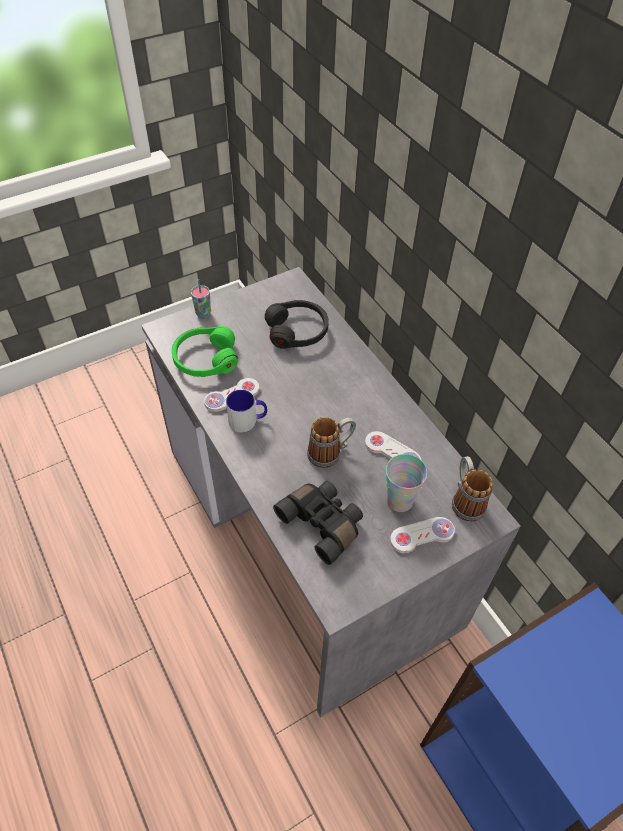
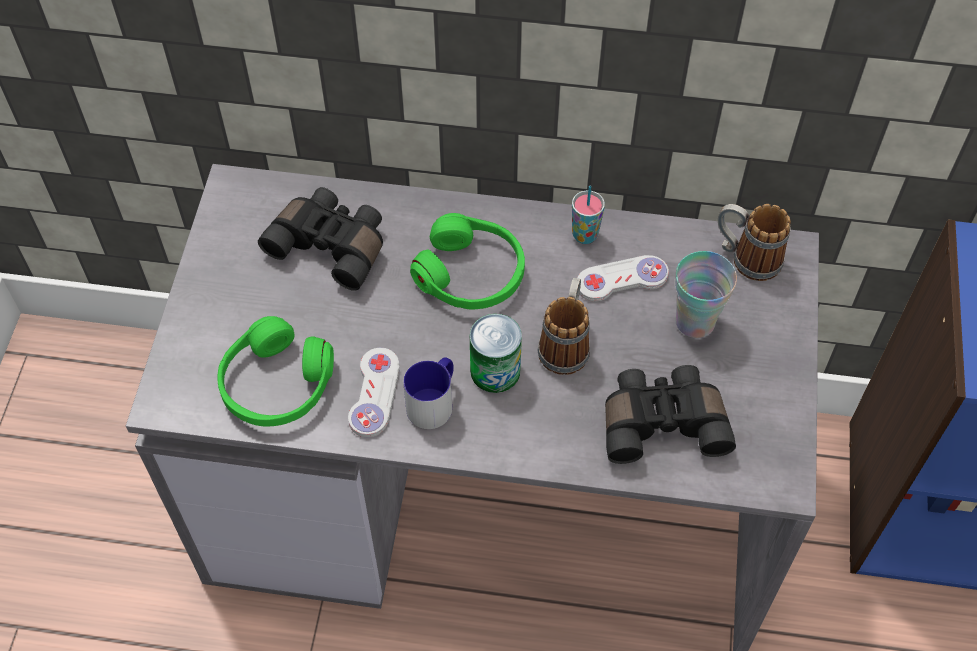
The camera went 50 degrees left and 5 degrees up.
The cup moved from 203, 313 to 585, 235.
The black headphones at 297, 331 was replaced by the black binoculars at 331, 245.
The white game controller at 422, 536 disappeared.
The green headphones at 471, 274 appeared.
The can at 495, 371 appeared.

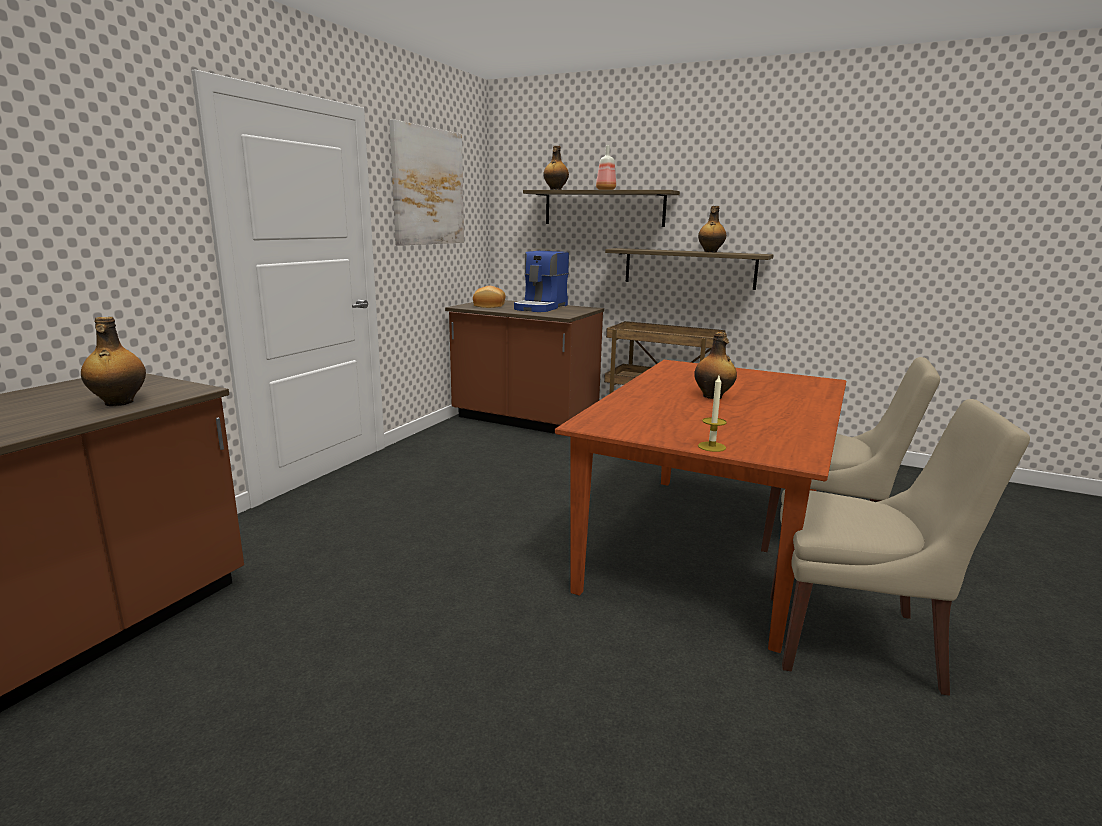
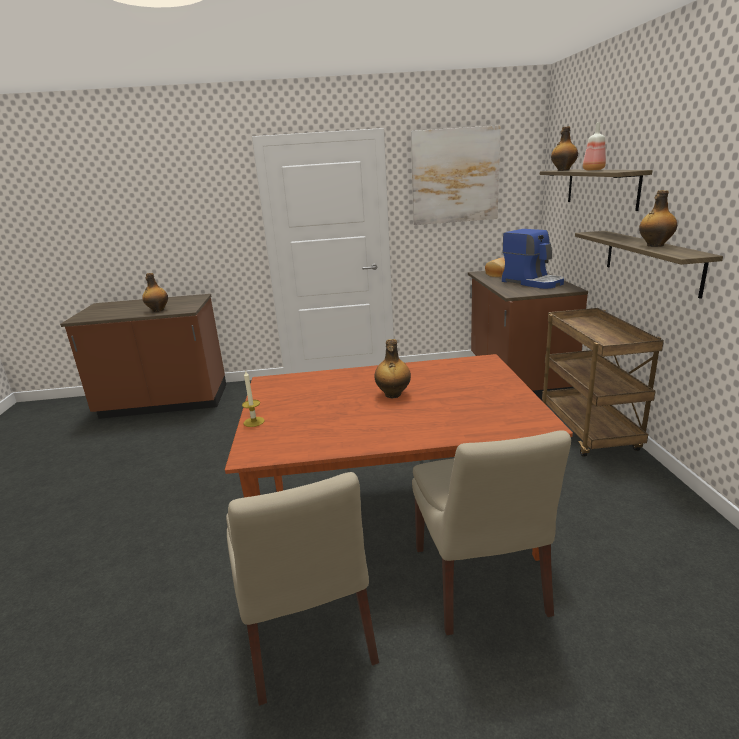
The camera went 60 degrees right and 5 degrees up.
The coffee machine at 541, 307 turned 120 degrees counterclockwise.

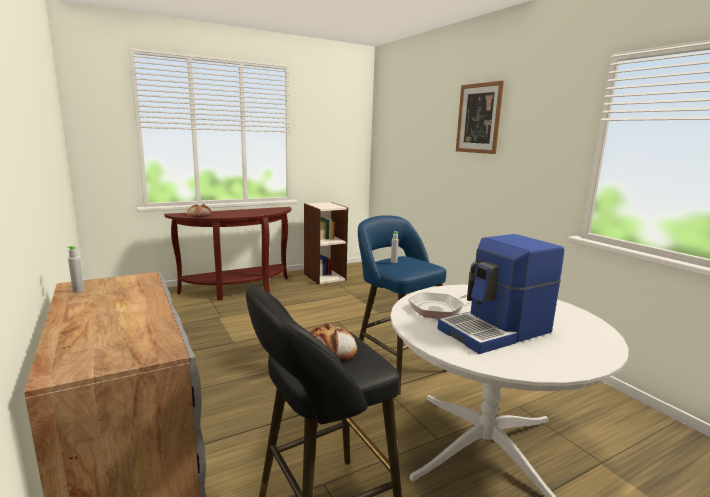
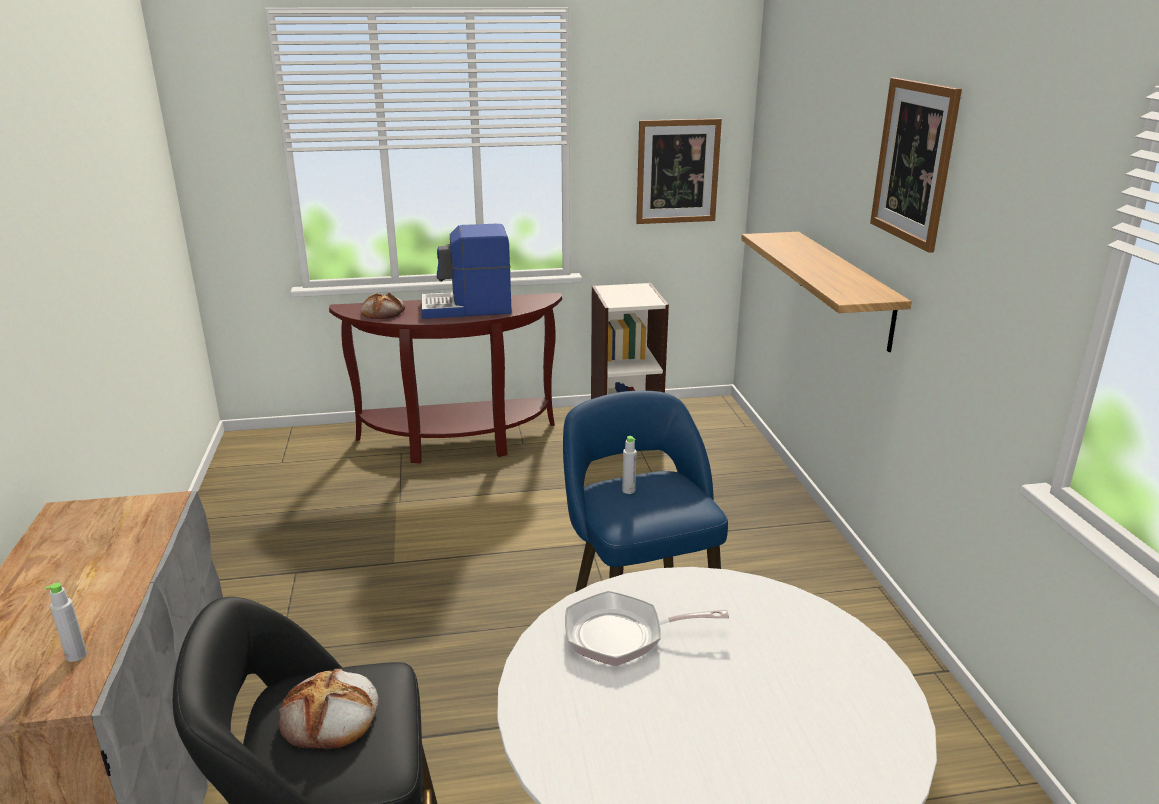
The camera went 20 degrees right and 10 degrees up.
The grey bottle moved from 78, 290 to 76, 655.
The coffee machine moved from 496, 331 to 467, 308.
The picture at 677, 171 appeared.
The shelf at 844, 288 appeared.

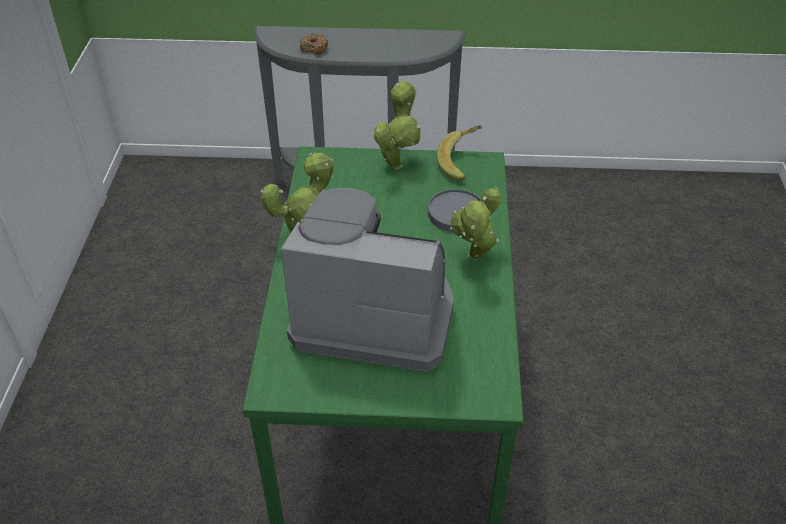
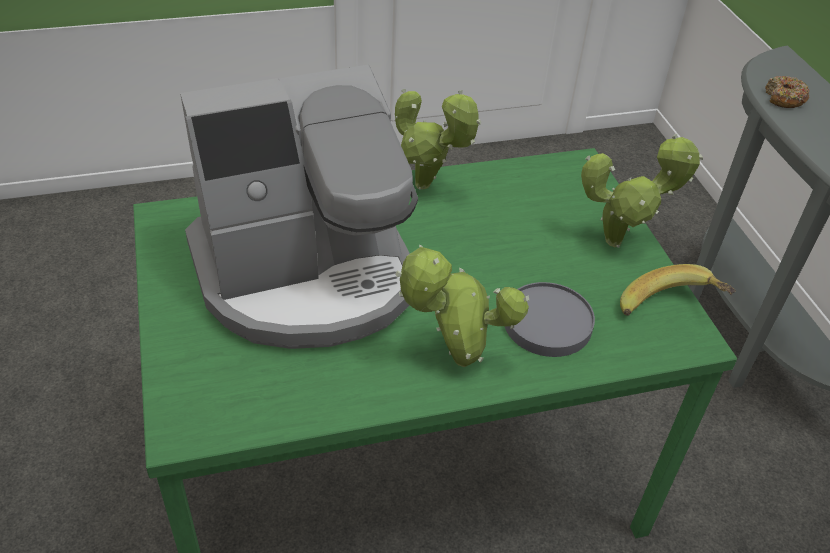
The camera went 70 degrees right and 0 degrees up.
The coffee machine at 373, 314 turned 75 degrees clockwise.

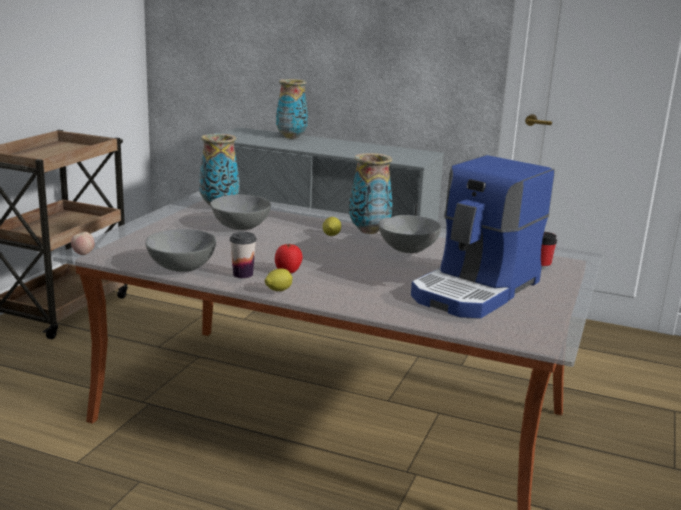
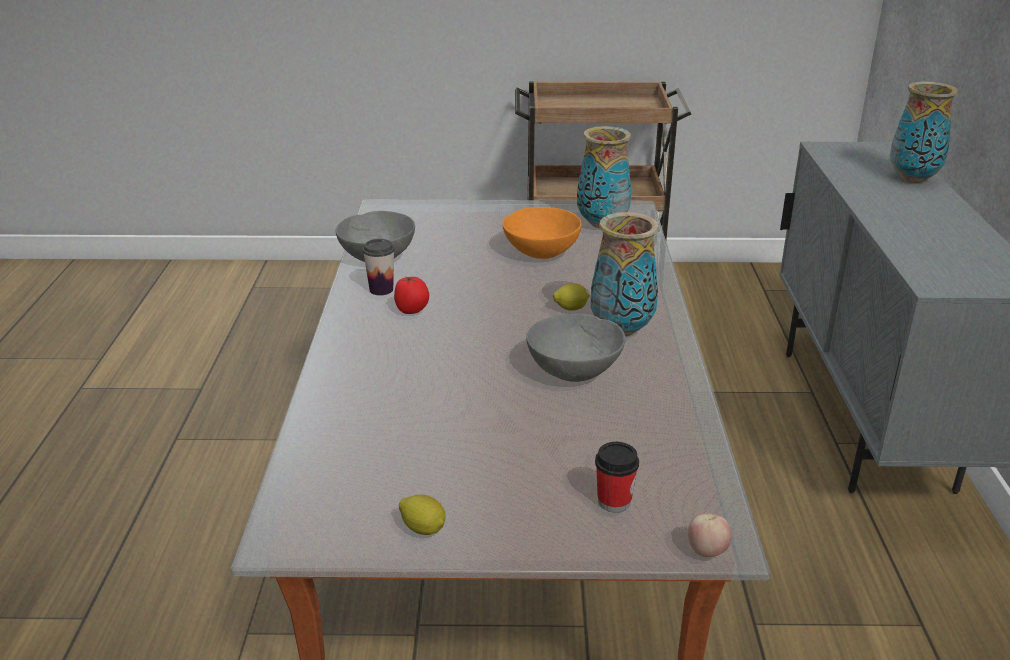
The camera went 70 degrees right and 10 degrees up.
The apple moved from 83, 254 to 707, 551.
The grey bowl at 241, 226 became the orange bowl at 541, 252.
The lemon moved from 278, 290 to 423, 528.
The coffee machine at 477, 290 disappeared.

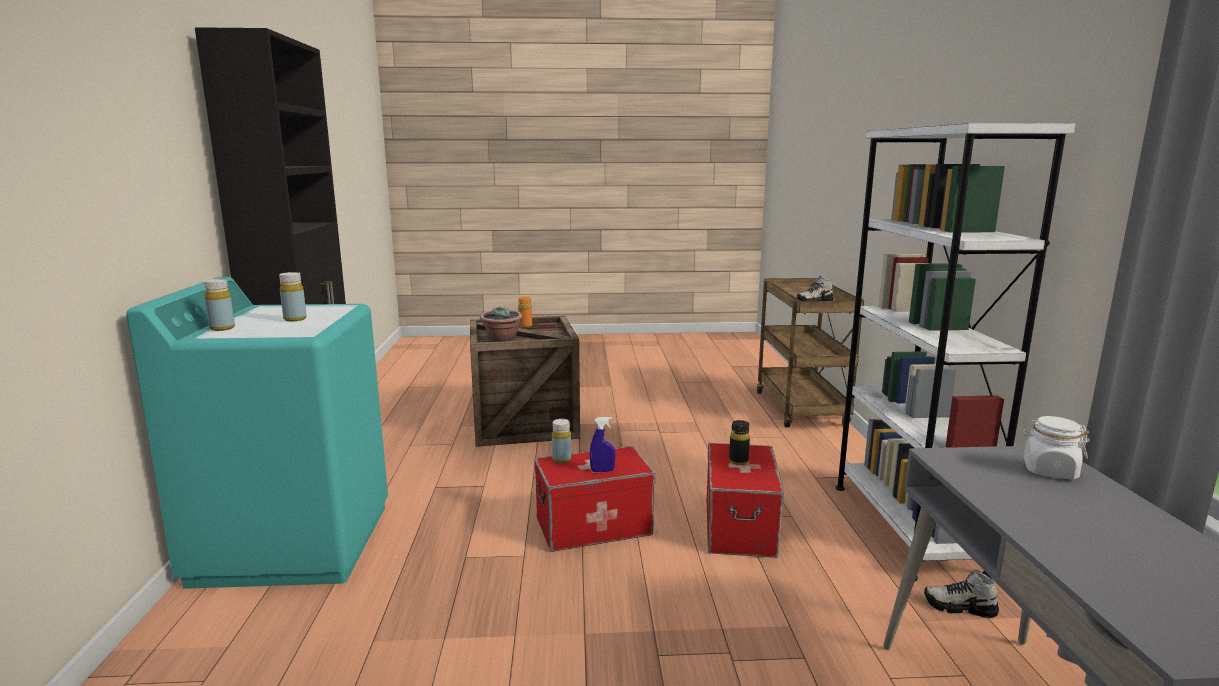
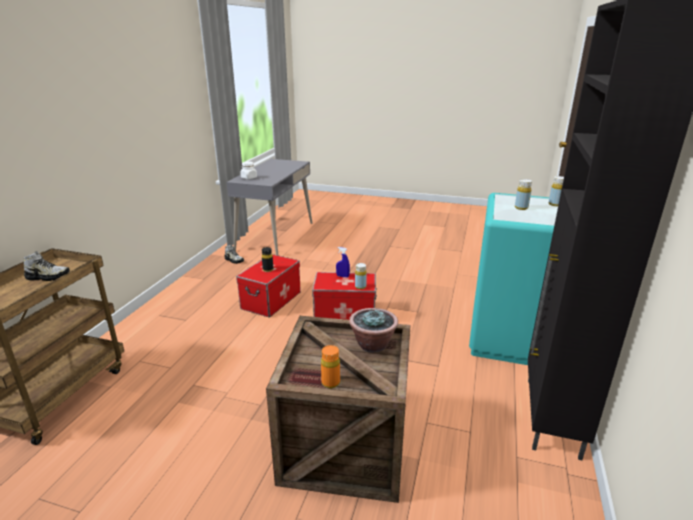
The camera went 160 degrees left and 10 degrees up.
The white bookcase at 905, 527 disappeared.

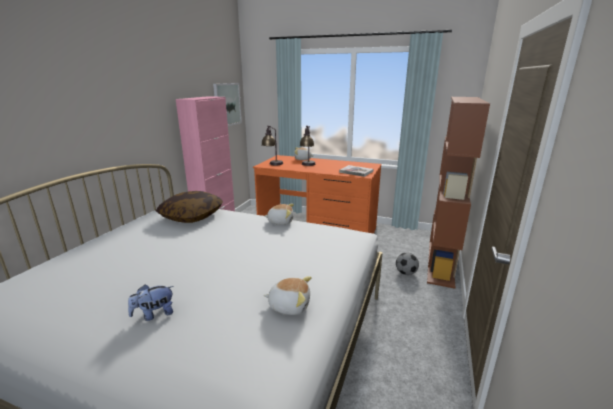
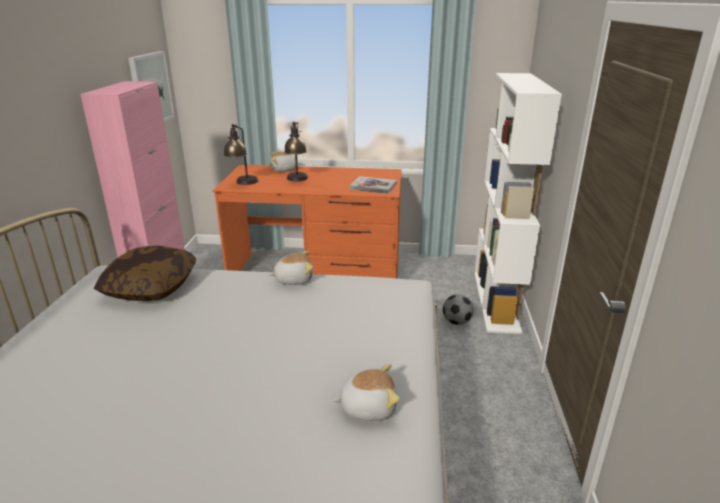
The camera went 15 degrees left and 5 degrees up.
The plush toy at 154, 314 disappeared.
The brown bookcase at 441, 263 became the white bookcase at 496, 301.

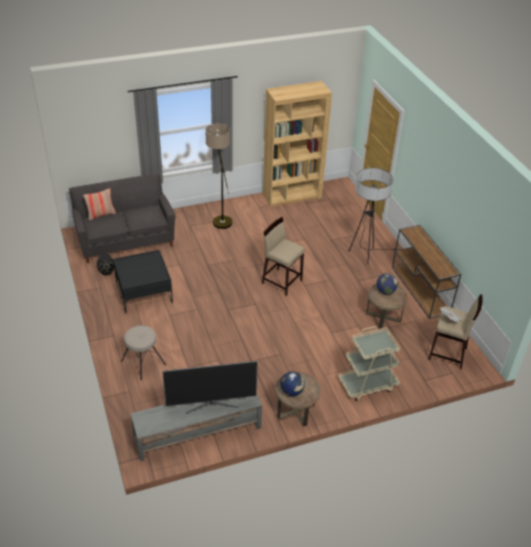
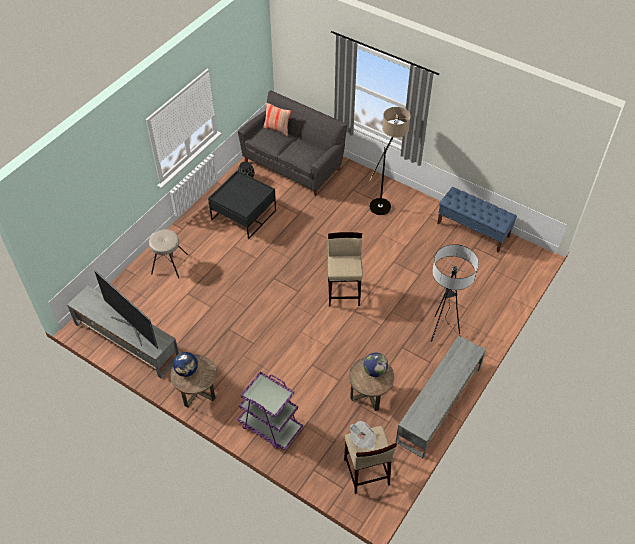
The camera went 55 degrees right and 10 degrees up.
The brown bookcase at 292, 195 was replaced by the blue bench at 473, 230.
The beige cart at 367, 384 became the purple cart at 270, 426.
The brown console table at 420, 290 was replaced by the grey tv stand at 438, 404.

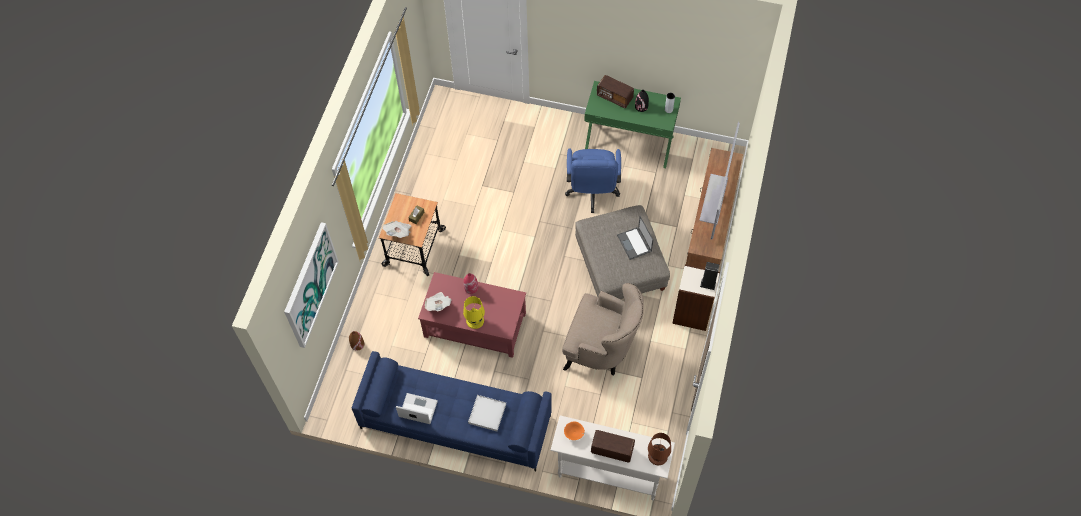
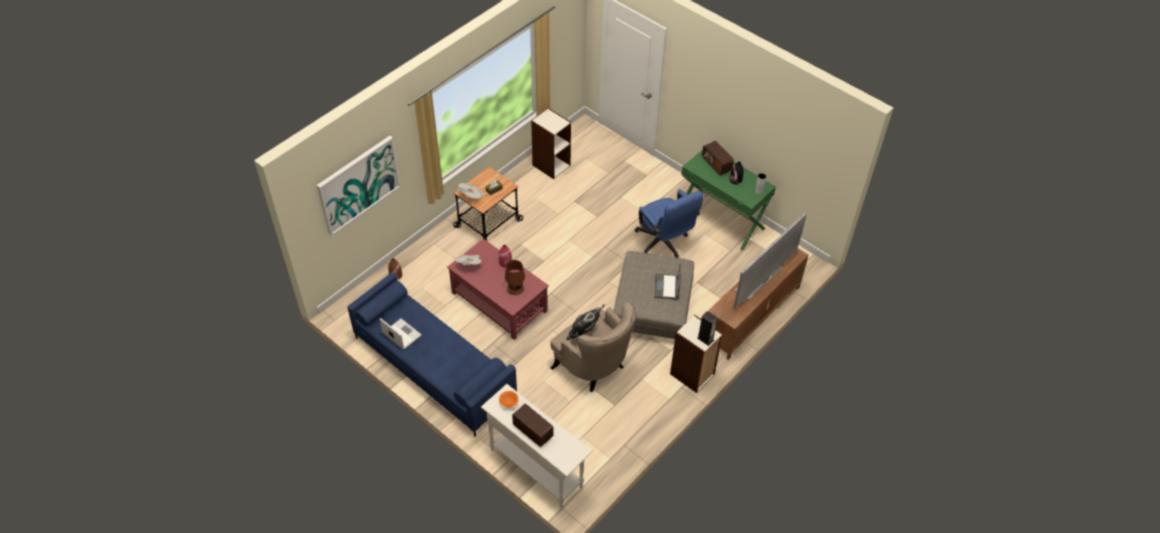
The camera went 25 degrees right and 10 degrees down.
The yellow table lamp at 475, 320 disappeared.
The white tray at 487, 413 disappeared.
The blue office chair at 592, 193 turned 60 degrees counterclockwise.
The brown table lamp moved from 658, 456 to 515, 288.
The bookcase at 551, 165 appeared.
The pillow at 585, 333 appeared.

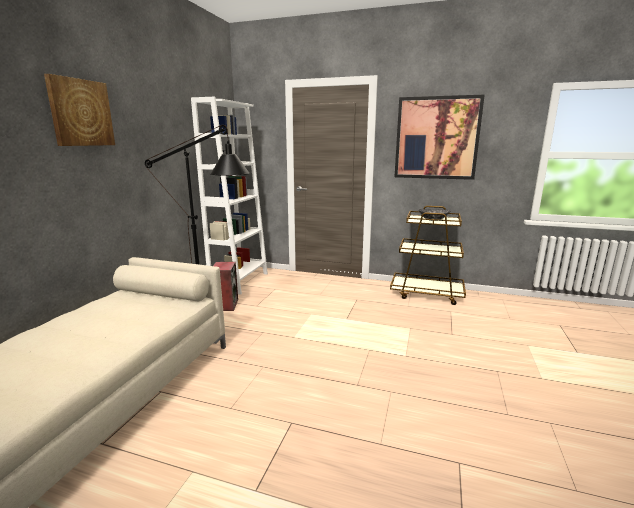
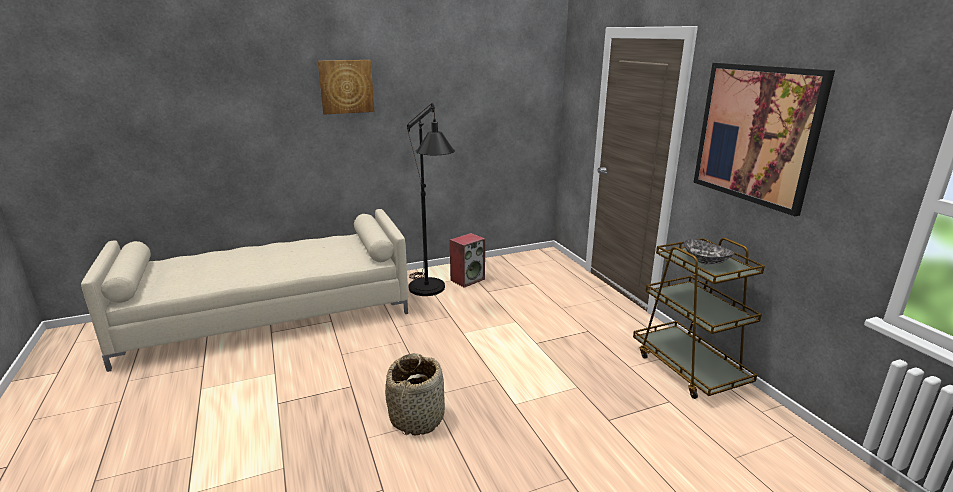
The camera went 50 degrees right and 5 degrees up.
The white bookcase at 239, 281 disappeared.
The basket at 417, 417 appeared.

